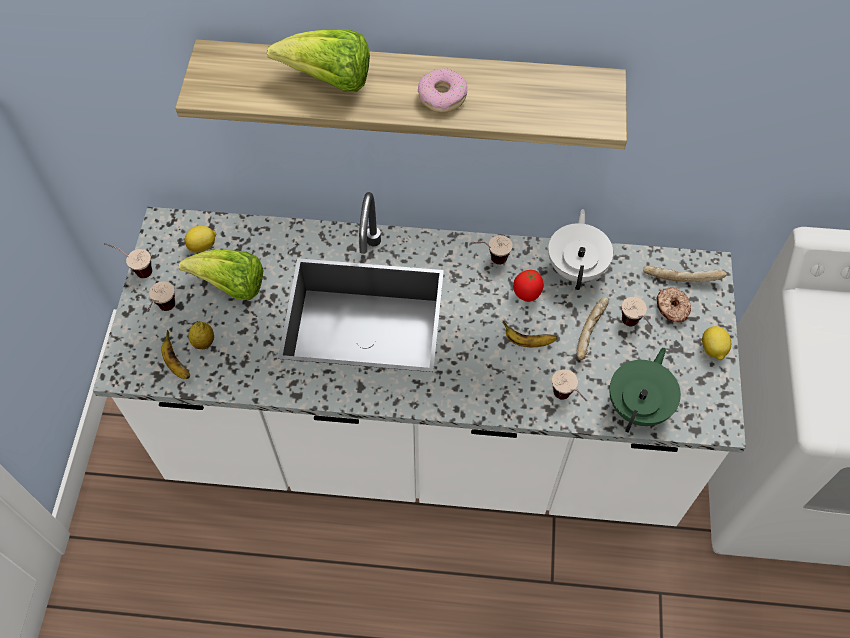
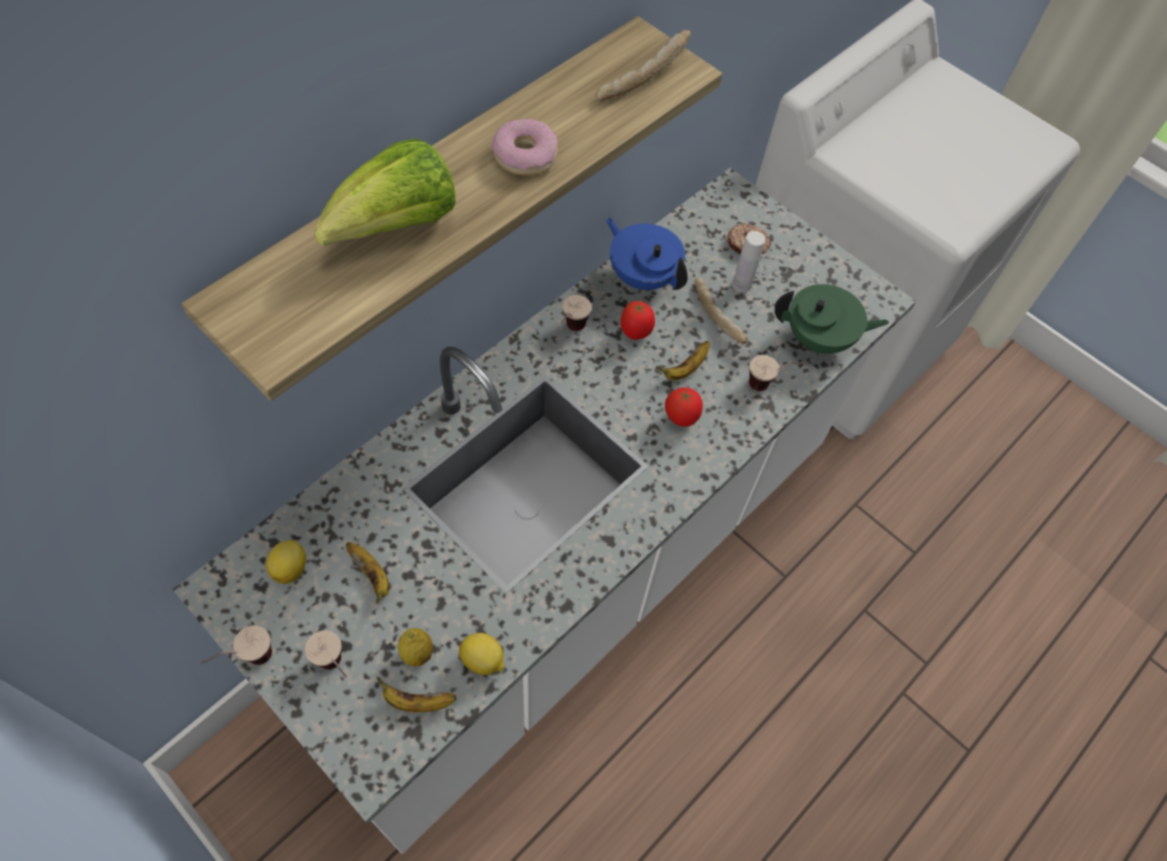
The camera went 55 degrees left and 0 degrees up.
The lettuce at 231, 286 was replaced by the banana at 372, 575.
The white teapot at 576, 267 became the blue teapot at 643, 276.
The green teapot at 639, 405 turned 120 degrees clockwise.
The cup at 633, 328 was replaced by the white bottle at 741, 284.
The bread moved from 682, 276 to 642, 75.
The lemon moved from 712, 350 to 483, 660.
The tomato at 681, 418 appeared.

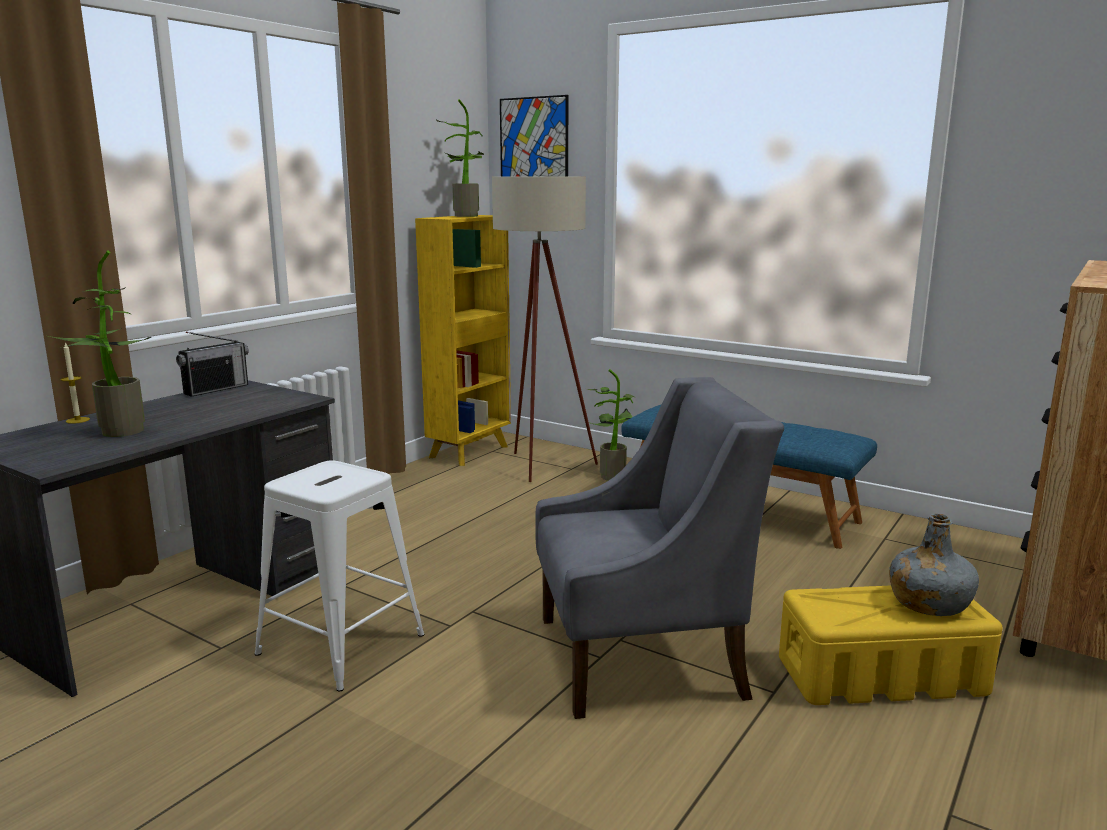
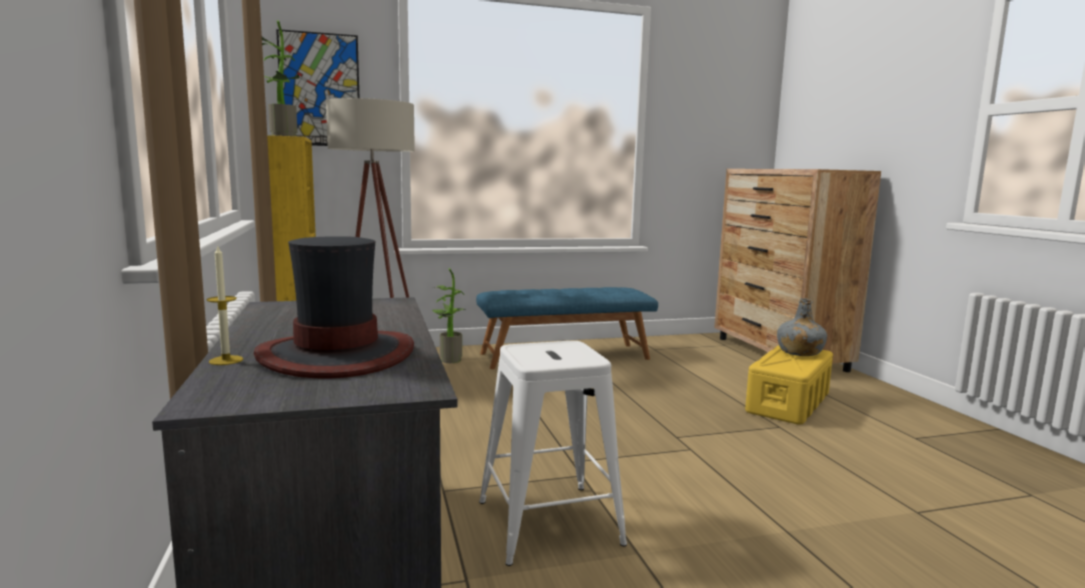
The camera went 50 degrees left and 5 degrees down.
The potted plant at 116, 432 was replaced by the hat at 337, 355.
The radio at 216, 389 disappeared.
The grey armchair at 642, 656 disappeared.

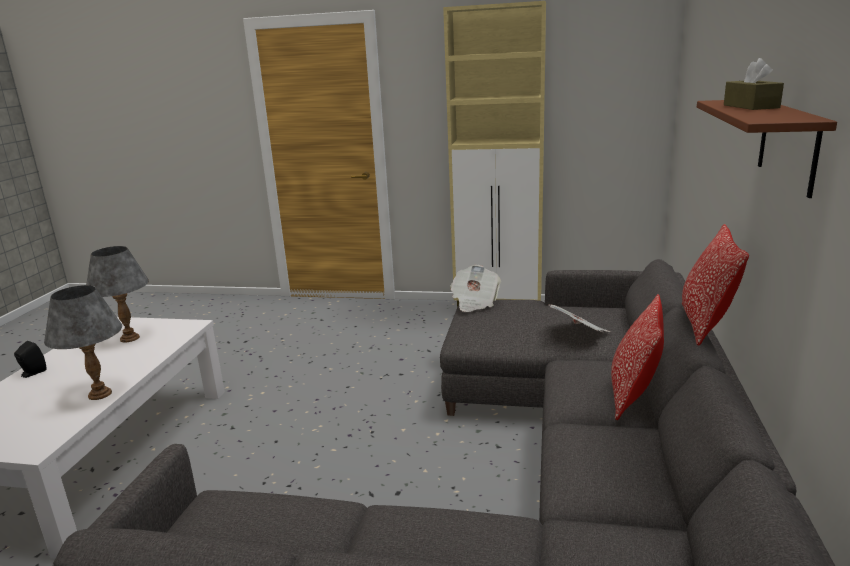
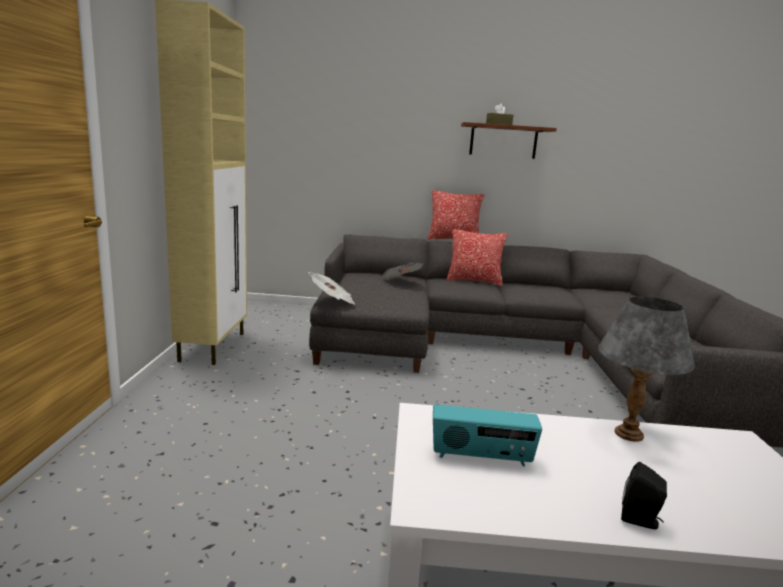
The camera went 100 degrees left and 5 degrees down.
The grey table lamp at 130, 338 was replaced by the radio at 481, 457.

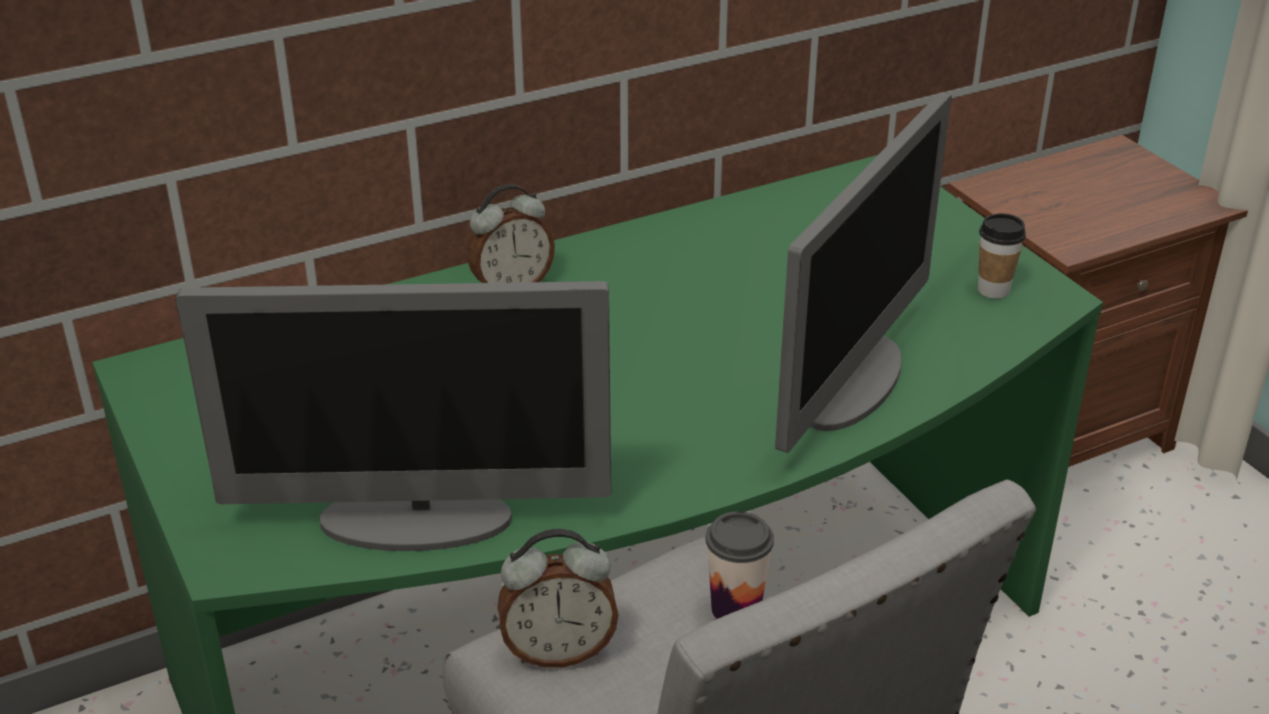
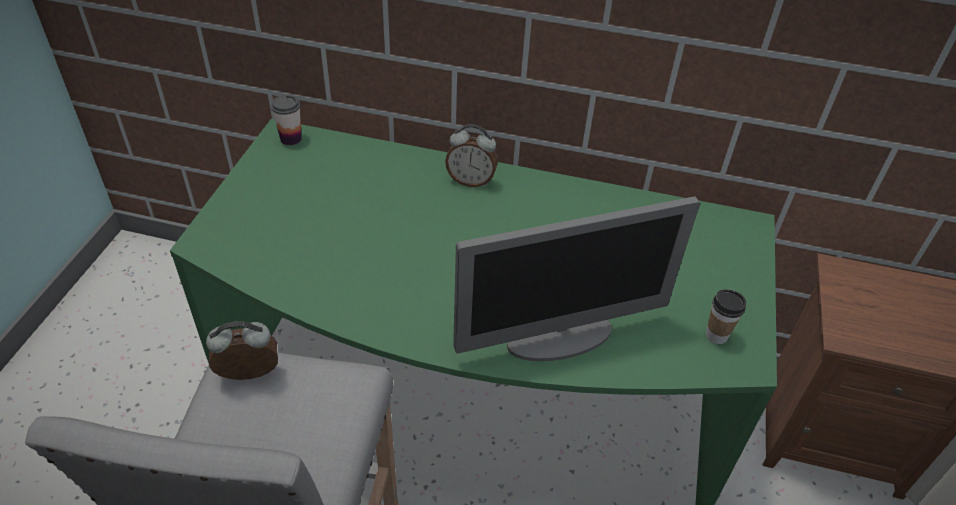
The camera went 40 degrees right and 10 degrees up.
The monitor at 418, 521 disappeared.
The alarm clock at 559, 651 turned 135 degrees clockwise.
The cup moved from 736, 609 to 291, 138.

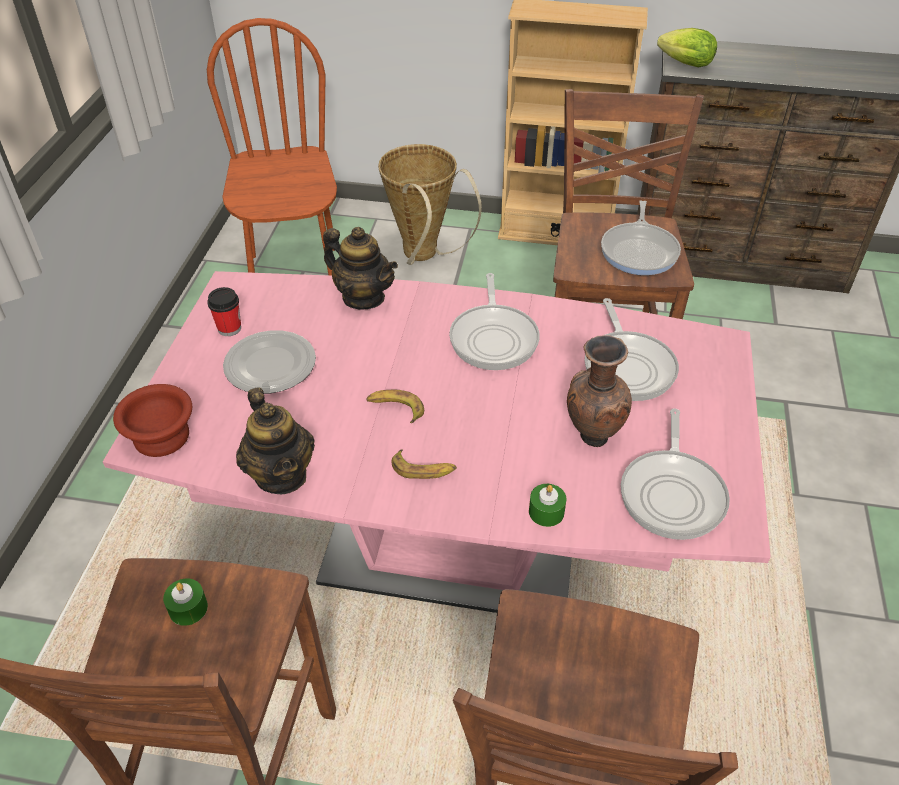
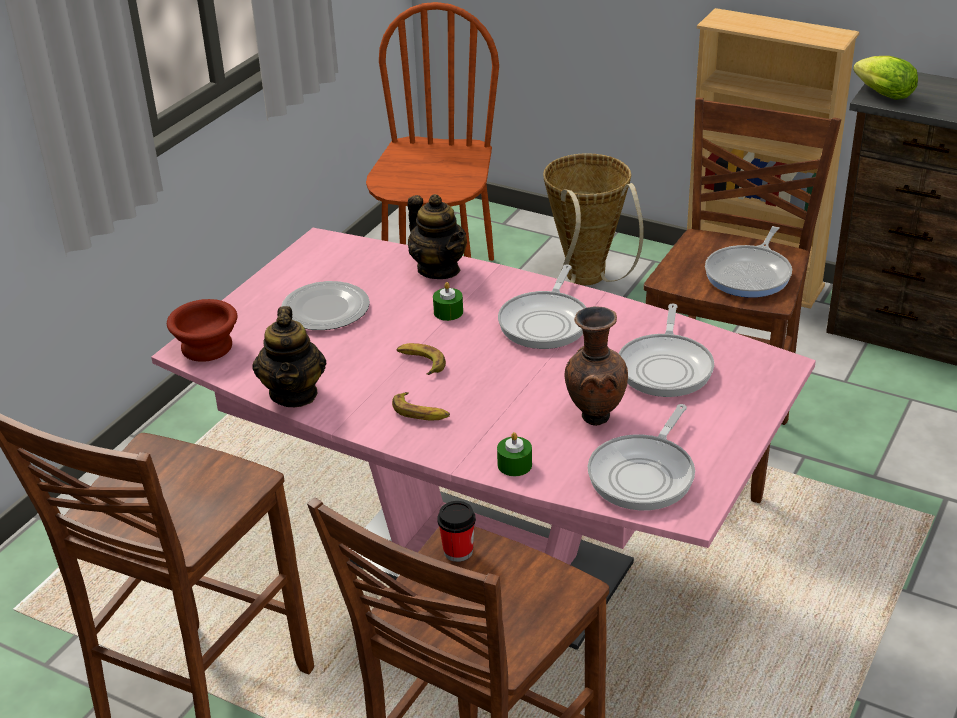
The camera went 20 degrees right and 10 degrees down.
The green candle moved from 188, 608 to 448, 312.
The cup moved from 229, 328 to 458, 551.

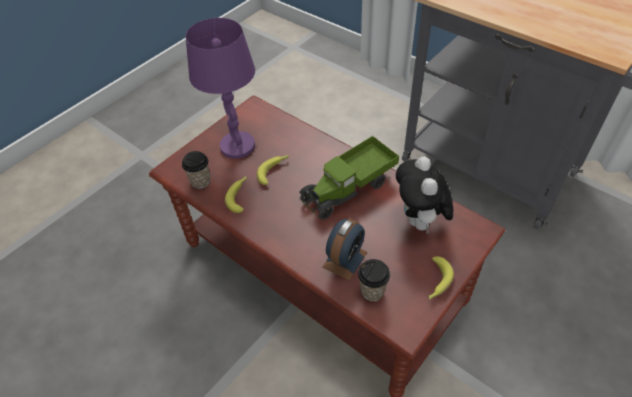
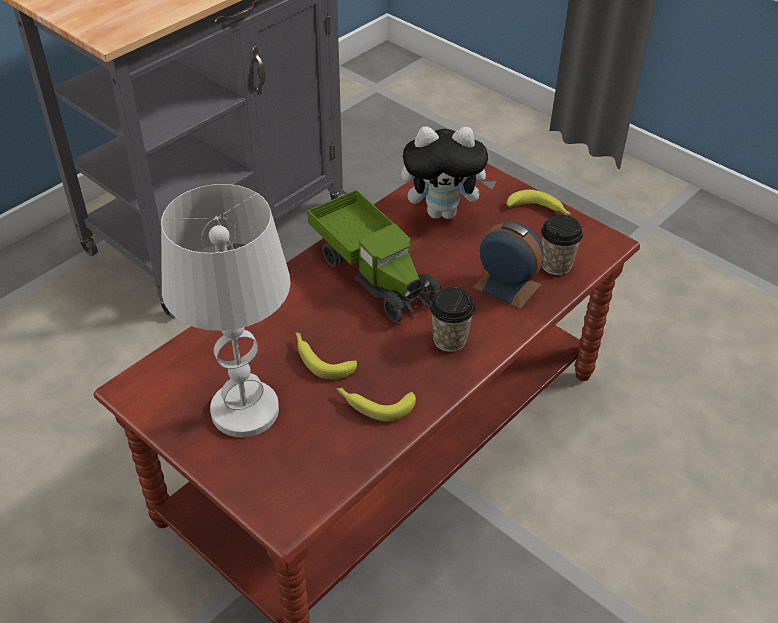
The camera went 90 degrees left and 5 degrees down.
The cup moved from 200, 181 to 449, 340.
The purple table lamp at 237, 146 became the white table lamp at 244, 411.

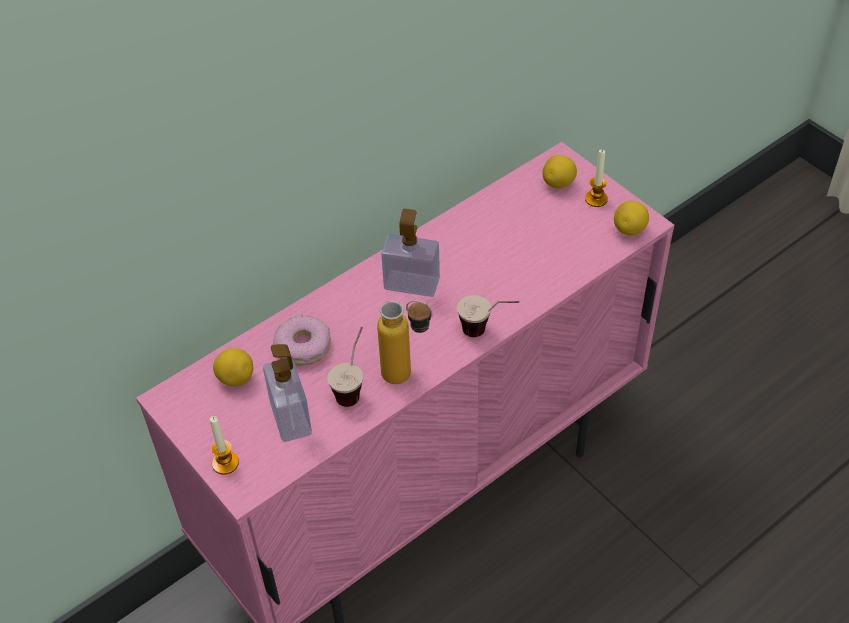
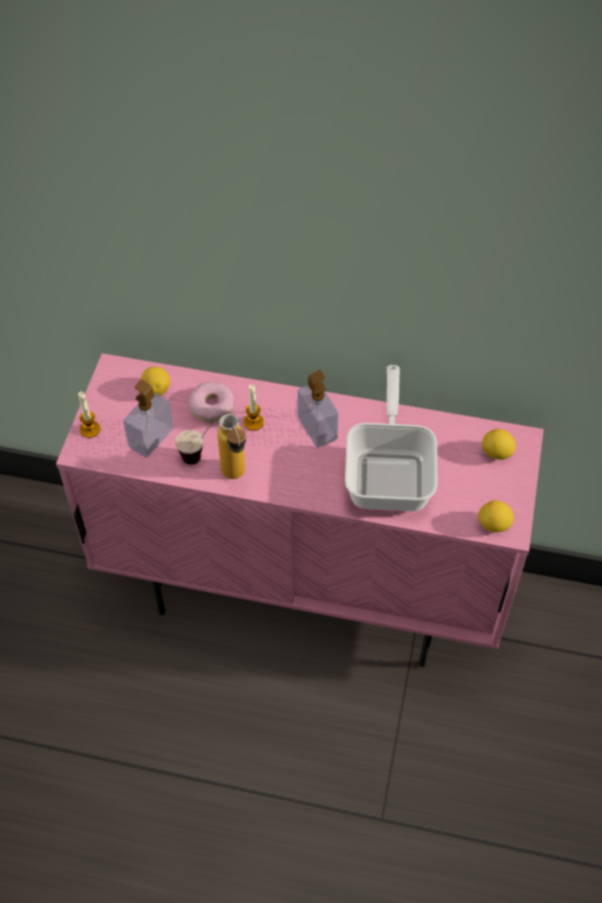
The camera went 50 degrees right and 5 degrees up.
The cup at 487, 332 disappeared.
The candle moved from 596, 199 to 253, 422.
The frying pan at 390, 472 appeared.

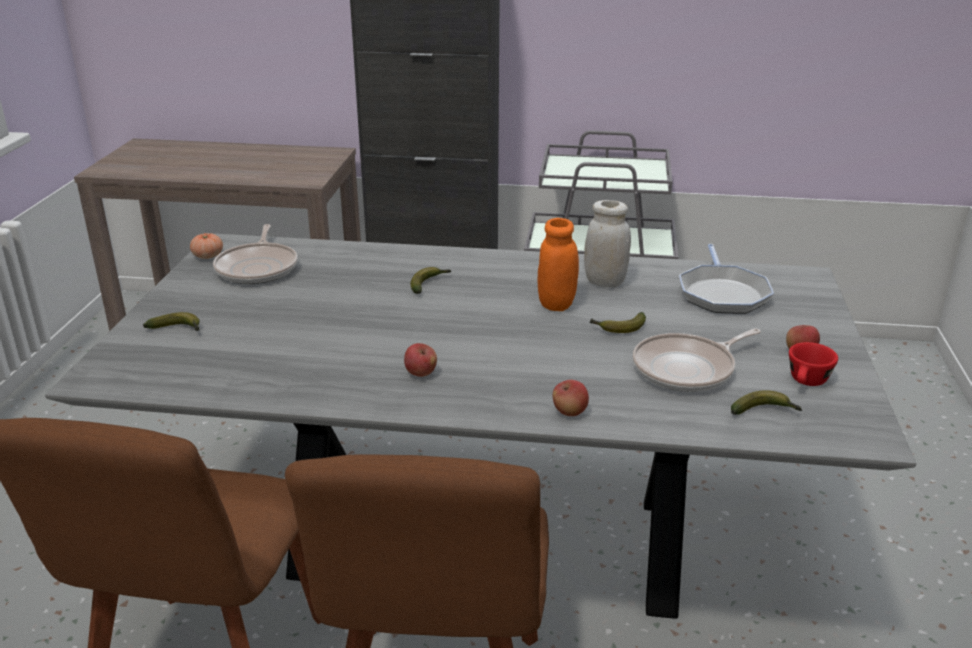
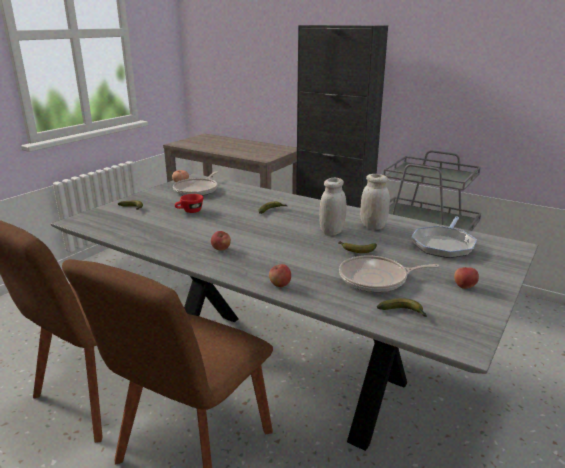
The camera went 25 degrees right and 5 degrees down.
The orange jar at 556, 304 became the white jar at 332, 232.
The red cup moved from 807, 382 to 189, 211.

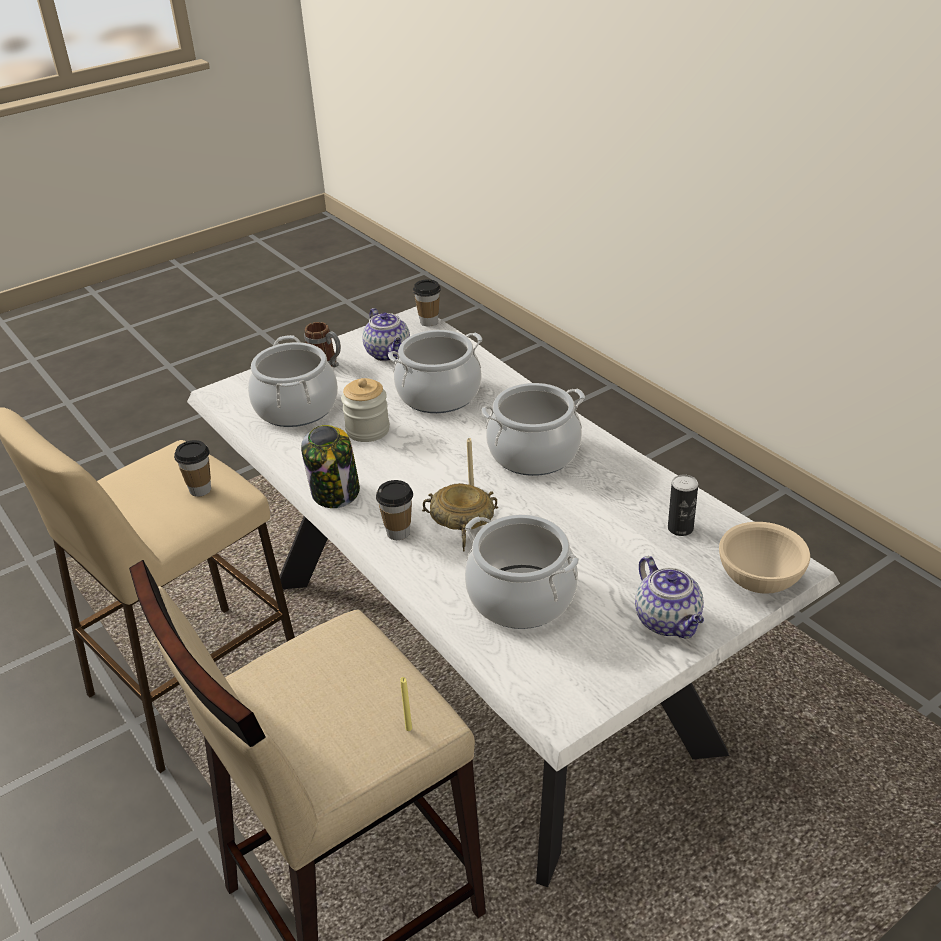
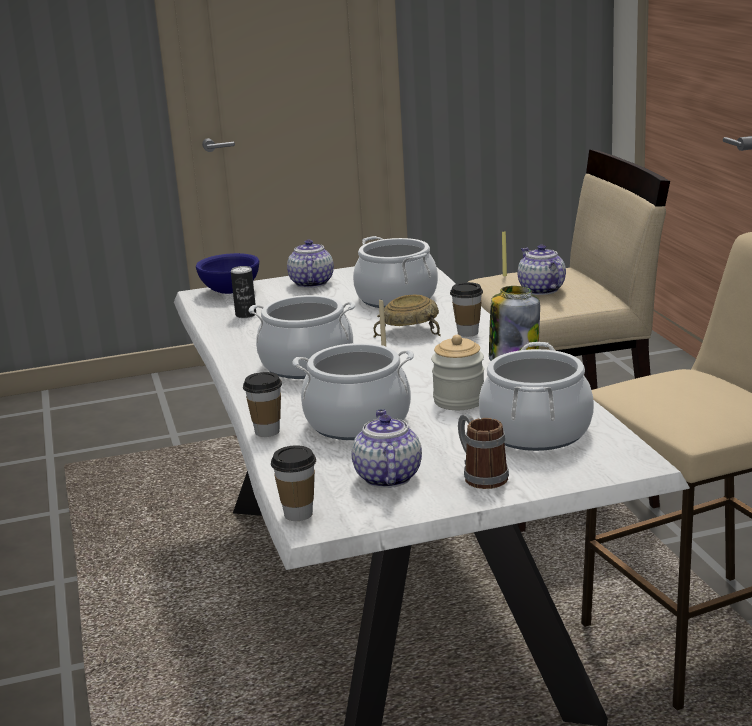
The camera went 160 degrees left and 15 degrees down.
The cup moved from 200, 489 to 267, 431.
The beige bowl at 760, 581 became the blue bowl at 229, 291.
The teapot at 540, 290 appeared.

